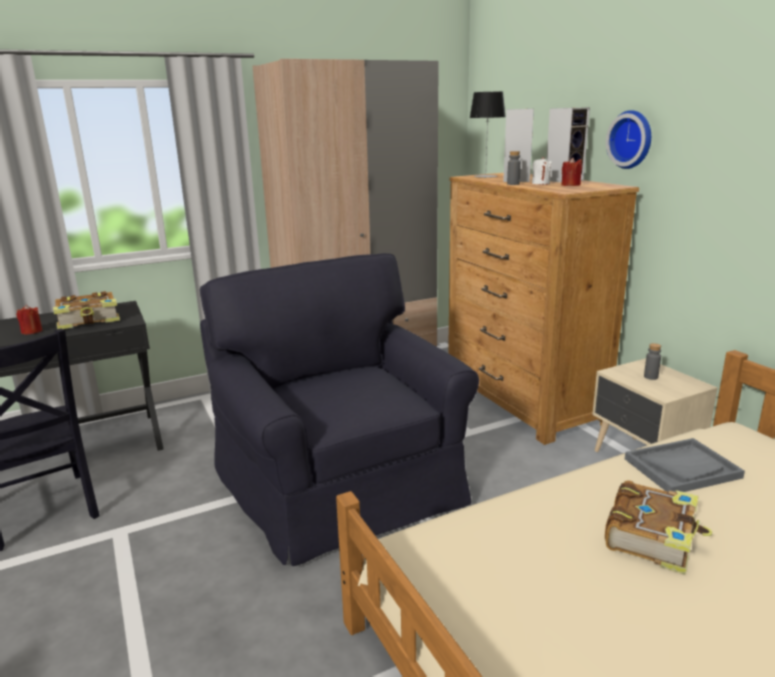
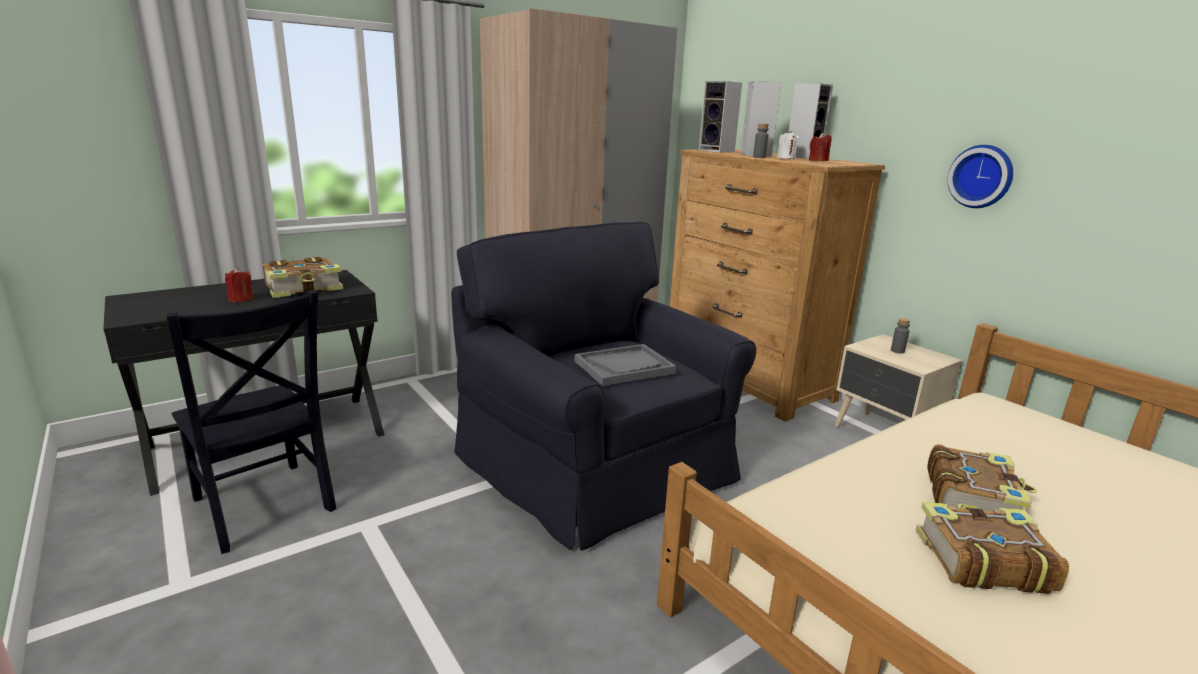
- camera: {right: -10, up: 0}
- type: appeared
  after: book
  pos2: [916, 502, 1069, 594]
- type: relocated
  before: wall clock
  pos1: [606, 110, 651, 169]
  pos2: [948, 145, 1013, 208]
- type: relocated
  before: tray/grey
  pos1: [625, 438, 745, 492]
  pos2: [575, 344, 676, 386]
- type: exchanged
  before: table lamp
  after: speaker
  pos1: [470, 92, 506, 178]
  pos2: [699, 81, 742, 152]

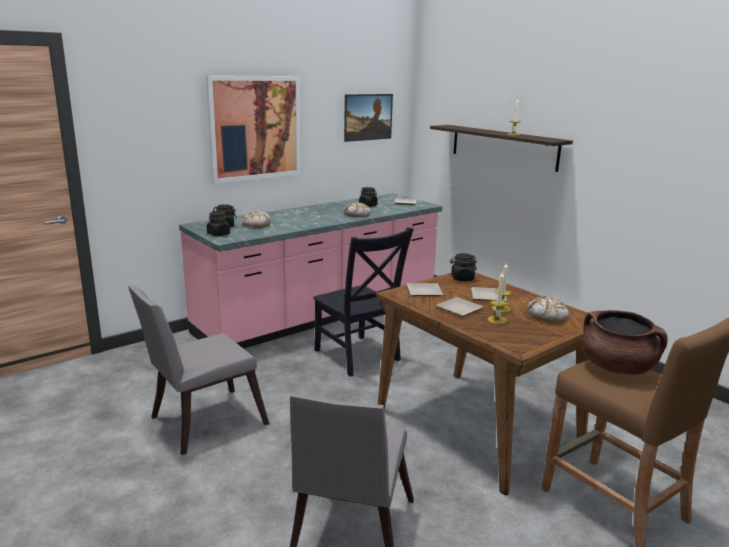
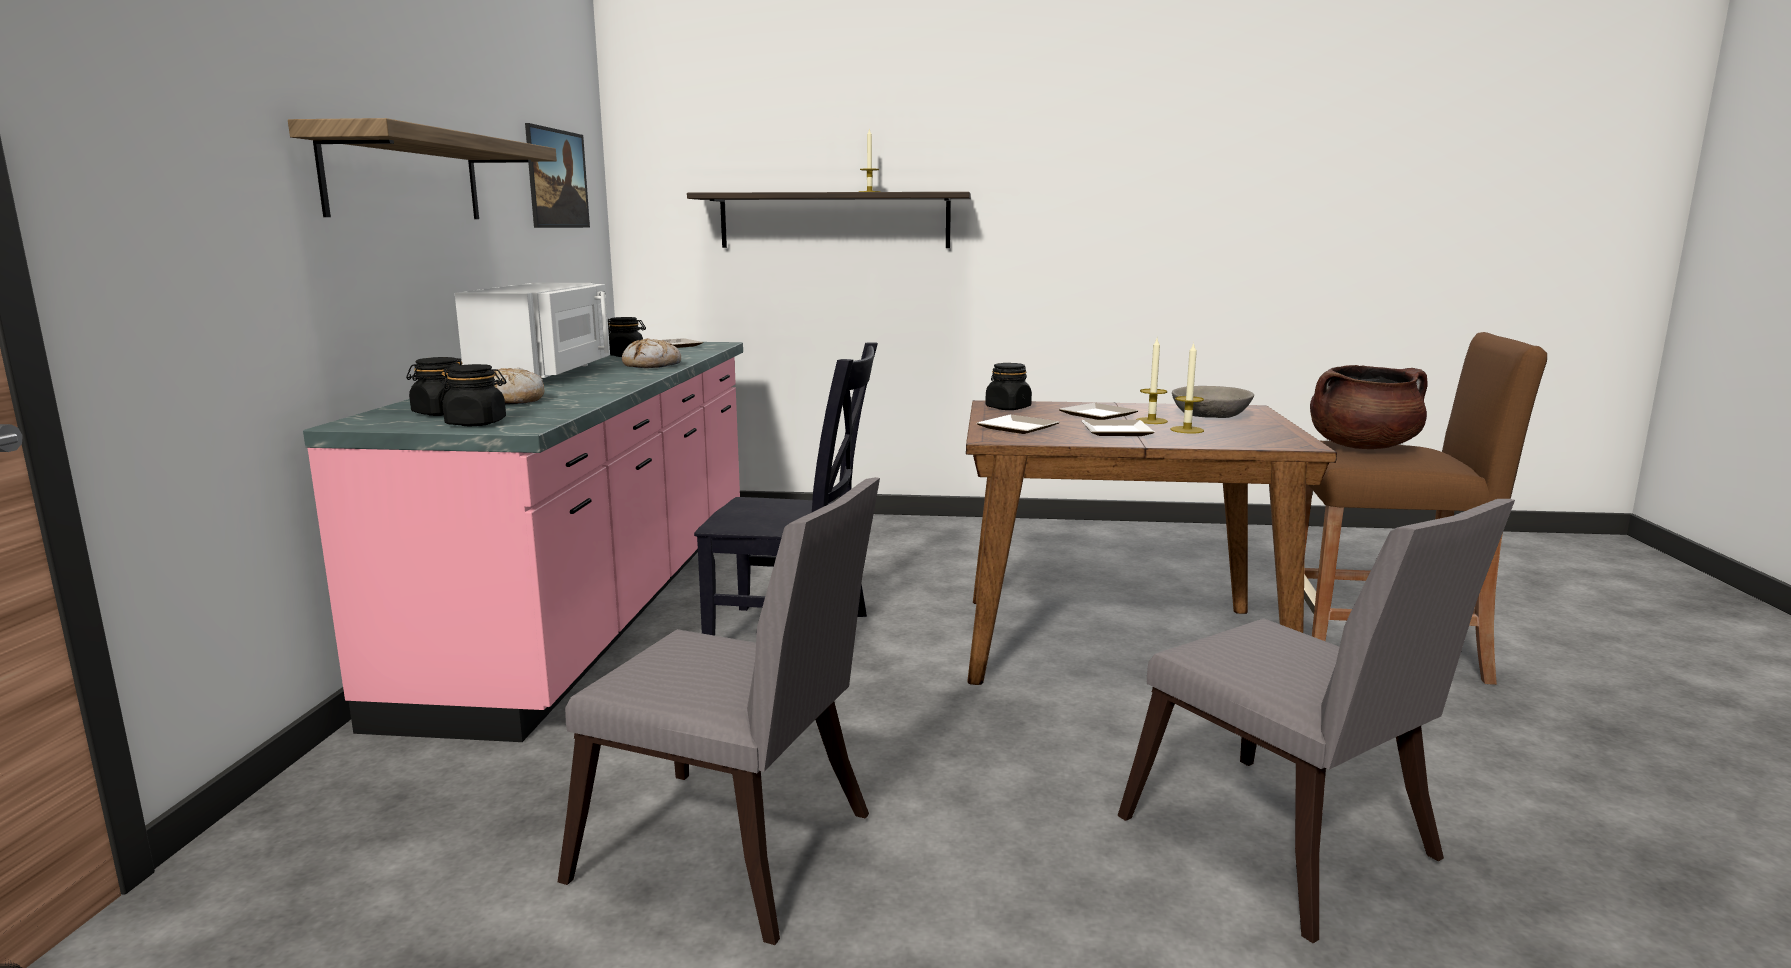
- camera: {right: -45, up: -5}
- type: appeared
  after: microwave/white
  pos2: [455, 283, 610, 378]
- type: exchanged
  before: picture
  after: shelf
  pos1: [206, 75, 301, 184]
  pos2: [288, 118, 557, 219]
- type: exchanged
  before: bread
  after: bowl/grey
  pos1: [527, 296, 569, 322]
  pos2: [1172, 386, 1254, 418]
- type: spun
  before: chair/grey
  pos1: [128, 285, 269, 455]
  pos2: [558, 477, 880, 945]
  turn: -75

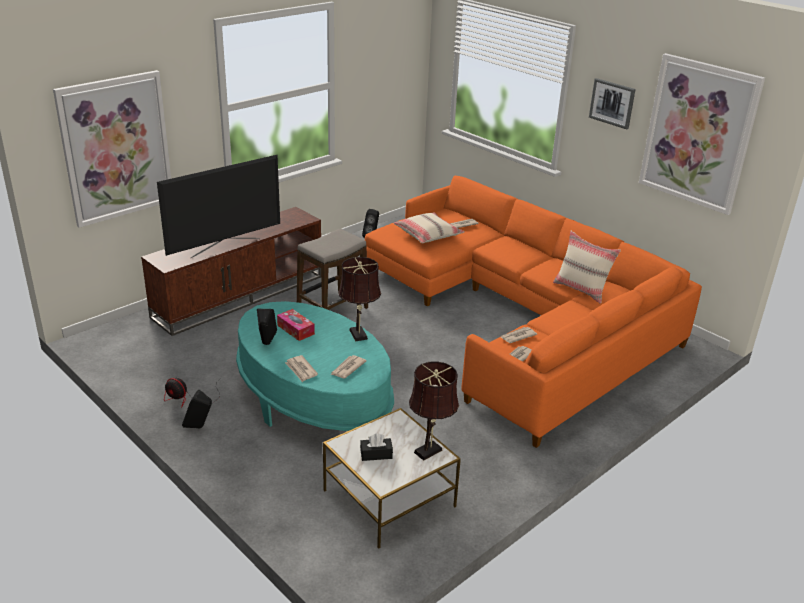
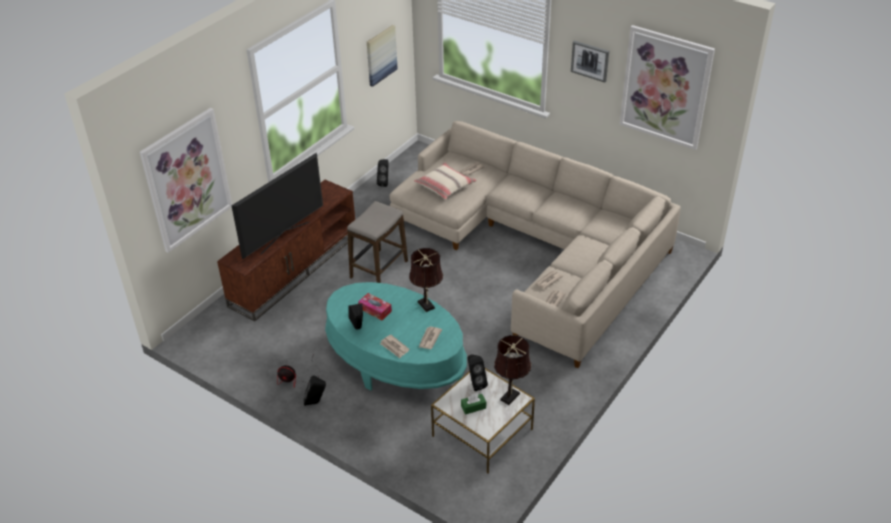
- camera: {right: -10, up: 10}
- type: missing
  before: pillow/beige
  pos1: [553, 231, 621, 304]
- type: appeared
  after: picture
  pos2: [367, 25, 398, 87]
- type: appeared
  after: speaker/black
  pos2: [468, 354, 488, 391]
- type: colour
  before: tissue box/black
  after: tissue box/green
  pos1: [360, 433, 393, 461]
  pos2: [461, 393, 486, 415]
- type: colour
  before: sofa/orange
  after: sofa/beige
  pos1: [365, 175, 702, 448]
  pos2: [389, 121, 681, 368]

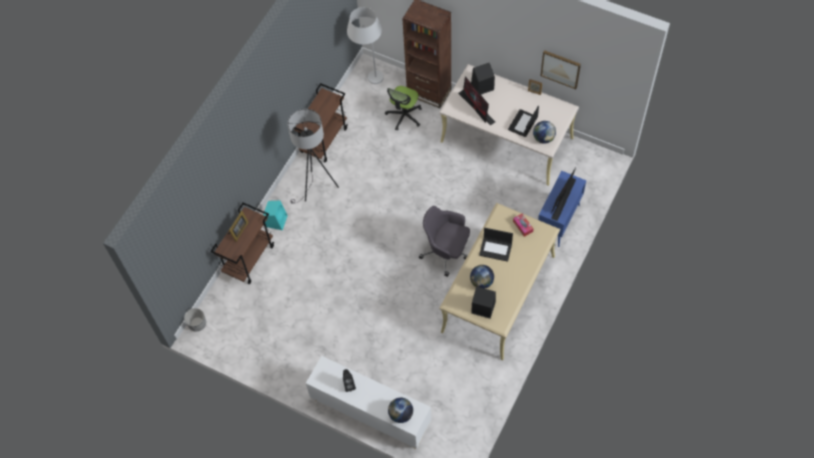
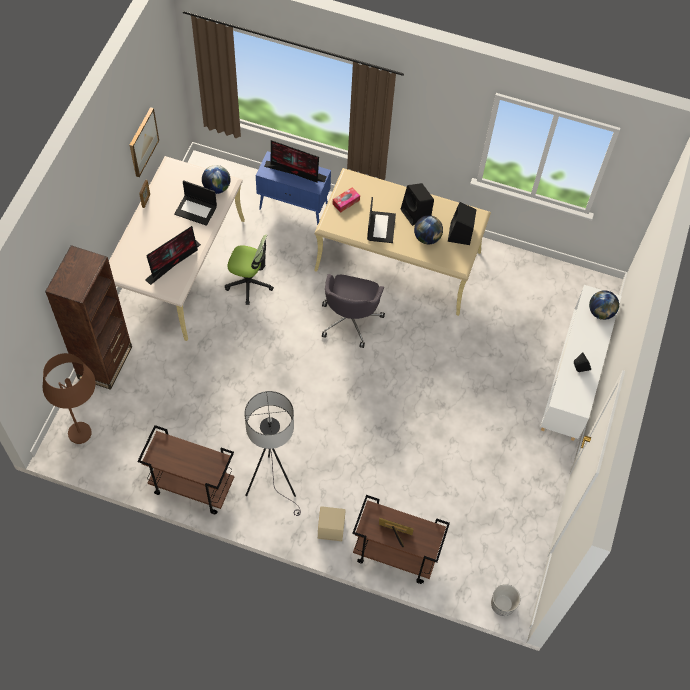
- camera: {right: -105, up: 0}
- type: relocated
  before: office chair
  pos1: [385, 86, 422, 131]
  pos2: [225, 234, 274, 305]
- type: relocated
  before: speaker/black
  pos1: [471, 63, 495, 94]
  pos2: [401, 183, 434, 226]
- type: colour
  before: speaker/turquoise
  after: speaker/beige
  pos1: [263, 201, 288, 230]
  pos2: [318, 506, 346, 541]
- type: colour
  before: floor lamp/white
  after: floor lamp/brown
  pos1: [347, 7, 384, 84]
  pos2: [43, 353, 96, 444]

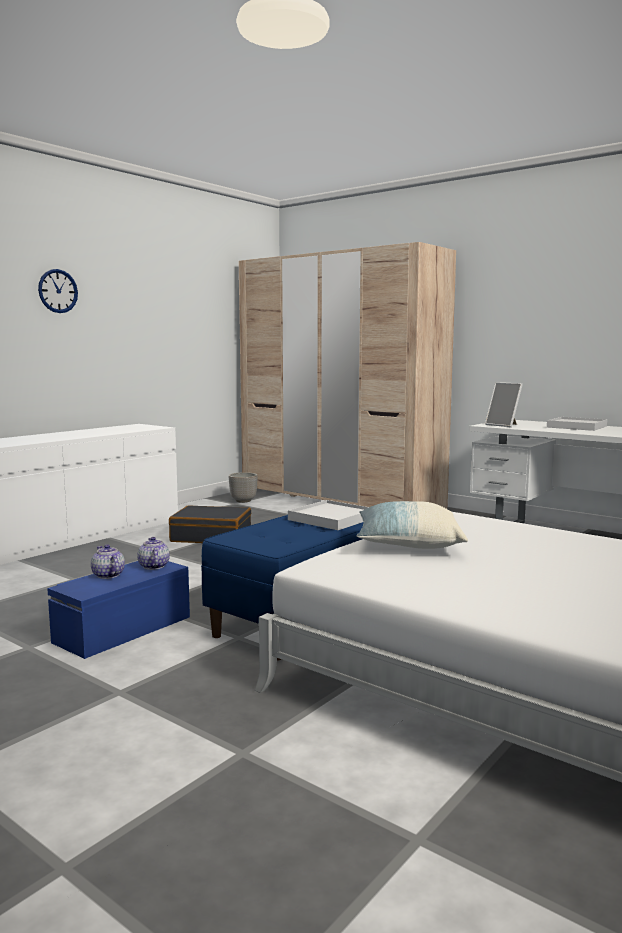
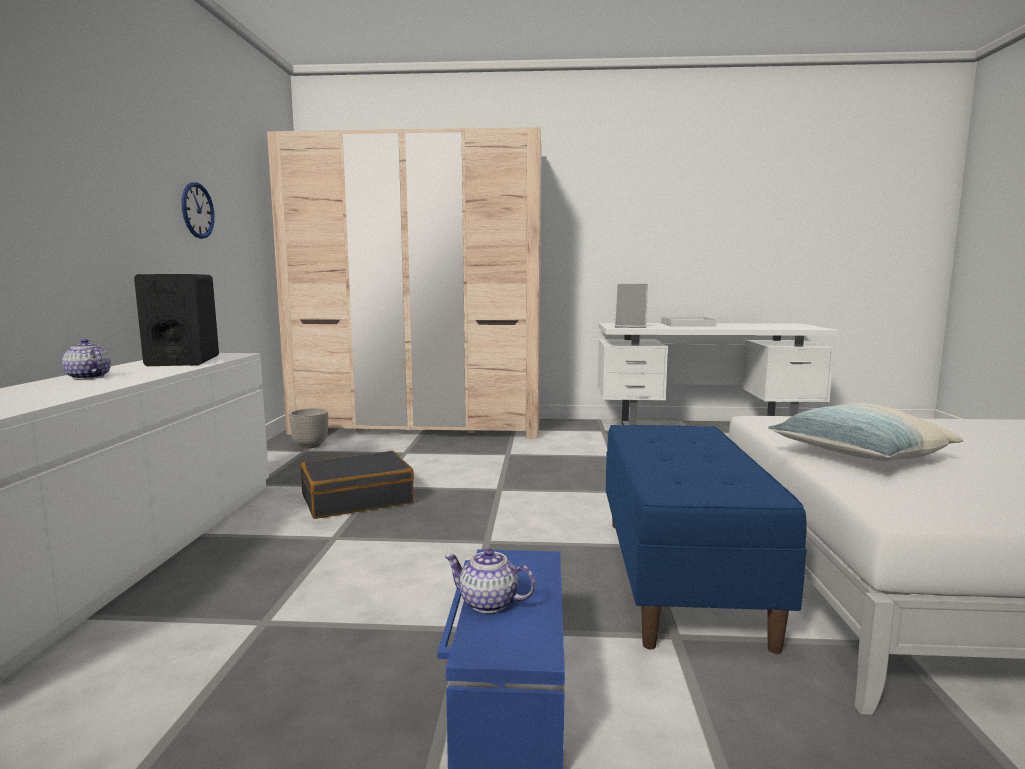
- camera: {right: -35, up: 0}
- type: missing
  before: tray/white
  pos1: [288, 500, 369, 530]
- type: appeared
  after: speaker/black
  pos2: [134, 274, 219, 366]
- type: relocated
  before: wall clock
  pos1: [38, 269, 78, 313]
  pos2: [182, 182, 214, 239]
- type: relocated
  before: teapot
  pos1: [137, 537, 170, 570]
  pos2: [62, 339, 111, 379]

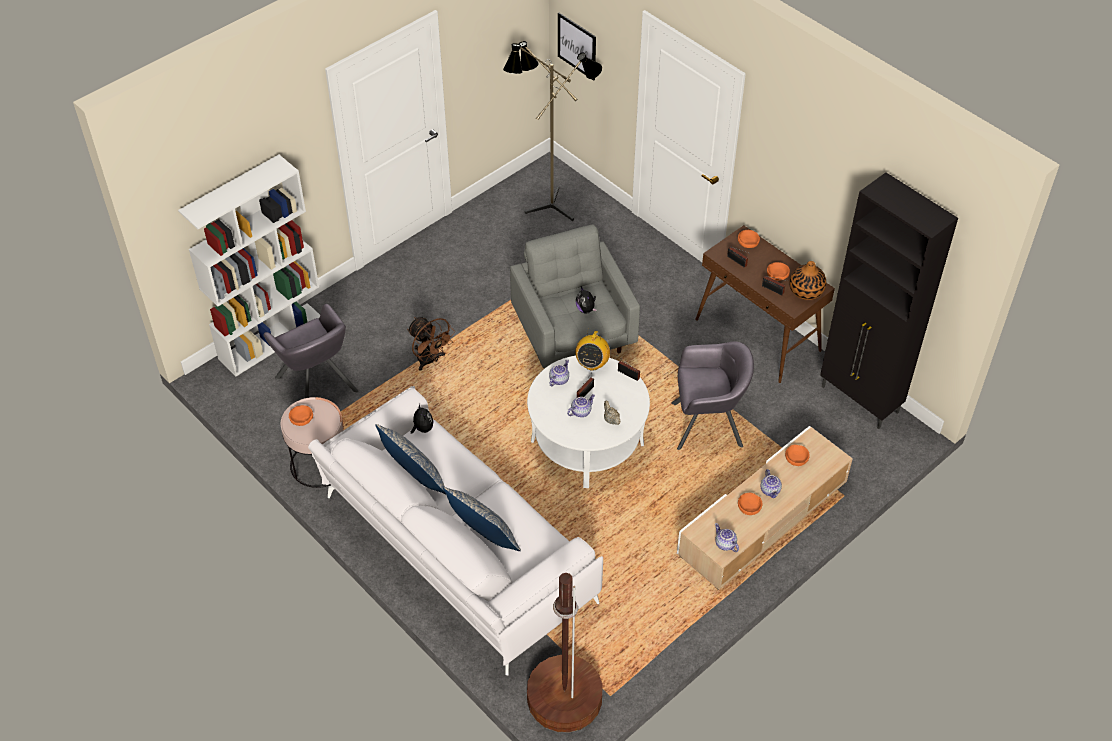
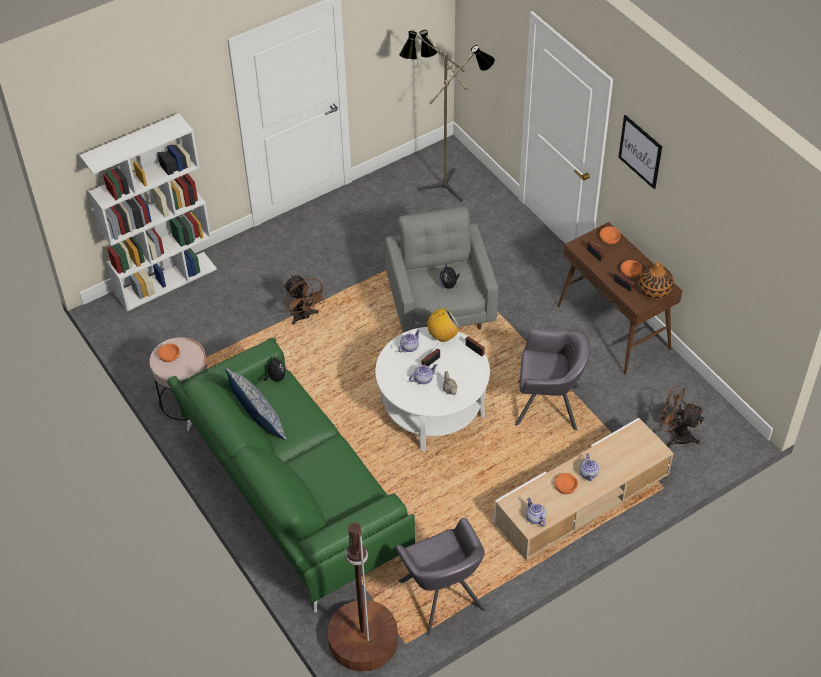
- camera: {right: 10, up: 0}
- type: missing
  before: pillow
  pos1: [443, 487, 521, 551]
- type: missing
  before: bowl/orange
  pos1: [785, 445, 810, 466]
- type: missing
  before: cabinet/black
  pos1: [820, 173, 958, 429]
- type: appeared
  after: fan/brown
  pos2: [659, 386, 704, 447]
- type: relocated
  before: armchair/grey
  pos1: [263, 304, 359, 398]
  pos2: [396, 518, 486, 636]
- type: relocated
  before: picture
  pos1: [558, 13, 596, 81]
  pos2: [618, 115, 662, 189]
- type: colour
  before: sofa/white
  after: sofa/green
  pos1: [308, 386, 603, 675]
  pos2: [167, 338, 415, 612]
- type: spun
  before: radio
  pos1: [575, 331, 610, 371]
  pos2: [427, 309, 460, 342]
  turn: -135

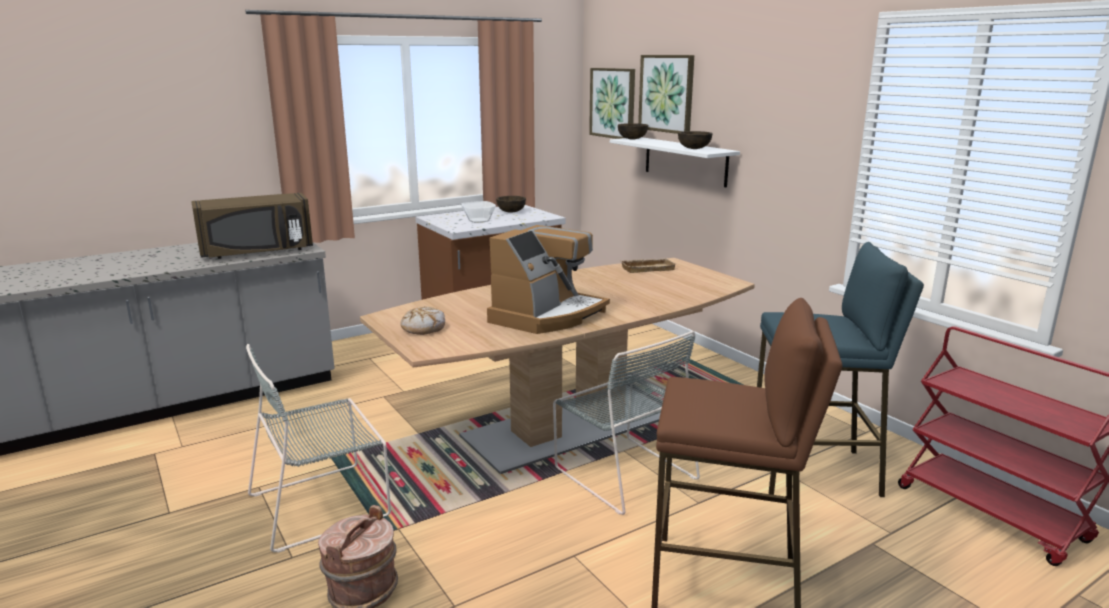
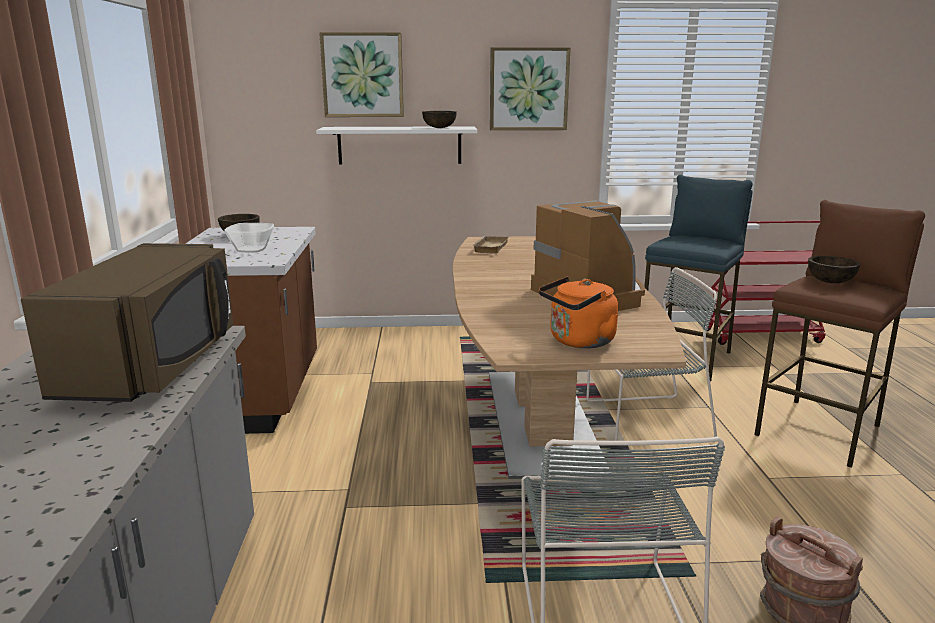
- camera: {right: -60, up: 0}
- type: relocated
  before: picture
  pos1: [589, 68, 635, 139]
  pos2: [490, 47, 570, 130]
- type: relocated
  before: bowl/brown
  pos1: [618, 123, 648, 140]
  pos2: [808, 256, 861, 283]
- type: exchanged
  before: bread
  after: kettle/orange
  pos1: [400, 307, 445, 335]
  pos2: [539, 276, 618, 348]

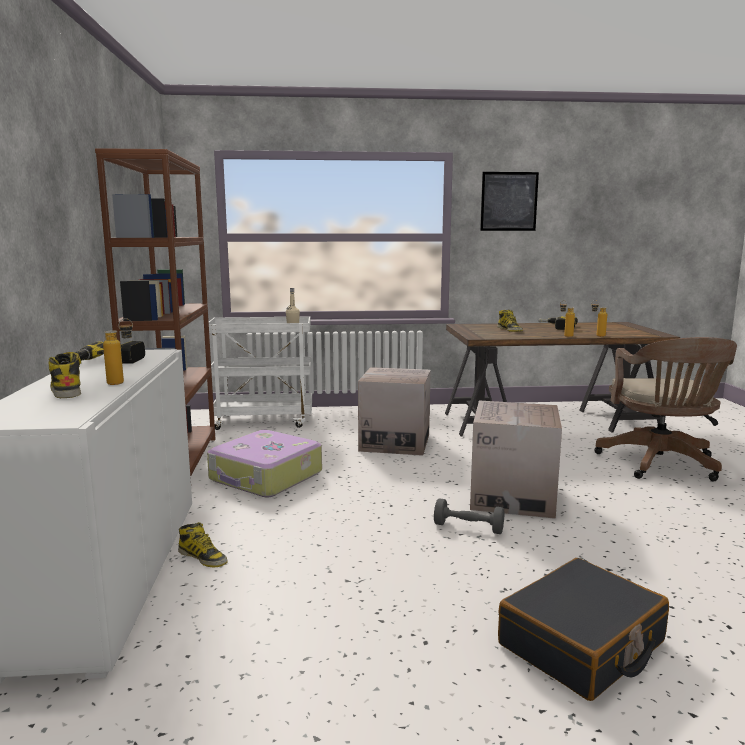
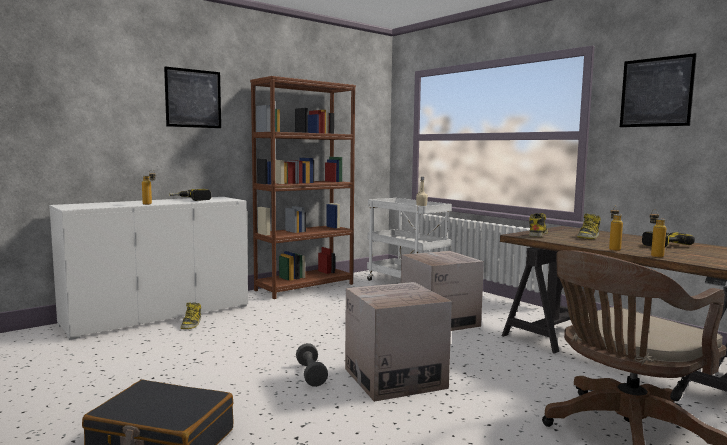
- camera: {right: 55, up: -5}
- type: missing
  before: suitcase
  pos1: [207, 430, 322, 497]
- type: appeared
  after: picture
  pos2: [164, 67, 221, 128]
- type: relocated
  before: boot
  pos1: [48, 352, 81, 398]
  pos2: [529, 213, 548, 237]

